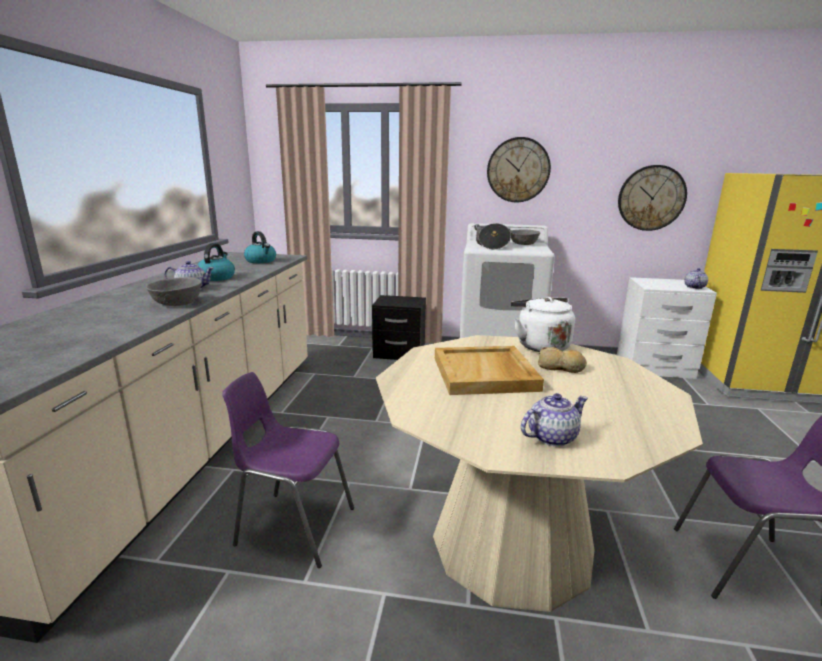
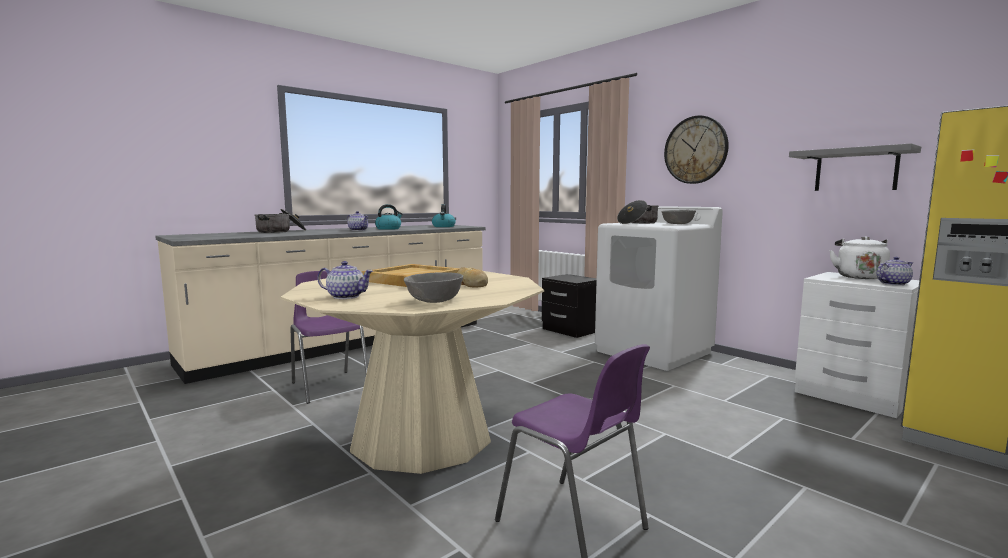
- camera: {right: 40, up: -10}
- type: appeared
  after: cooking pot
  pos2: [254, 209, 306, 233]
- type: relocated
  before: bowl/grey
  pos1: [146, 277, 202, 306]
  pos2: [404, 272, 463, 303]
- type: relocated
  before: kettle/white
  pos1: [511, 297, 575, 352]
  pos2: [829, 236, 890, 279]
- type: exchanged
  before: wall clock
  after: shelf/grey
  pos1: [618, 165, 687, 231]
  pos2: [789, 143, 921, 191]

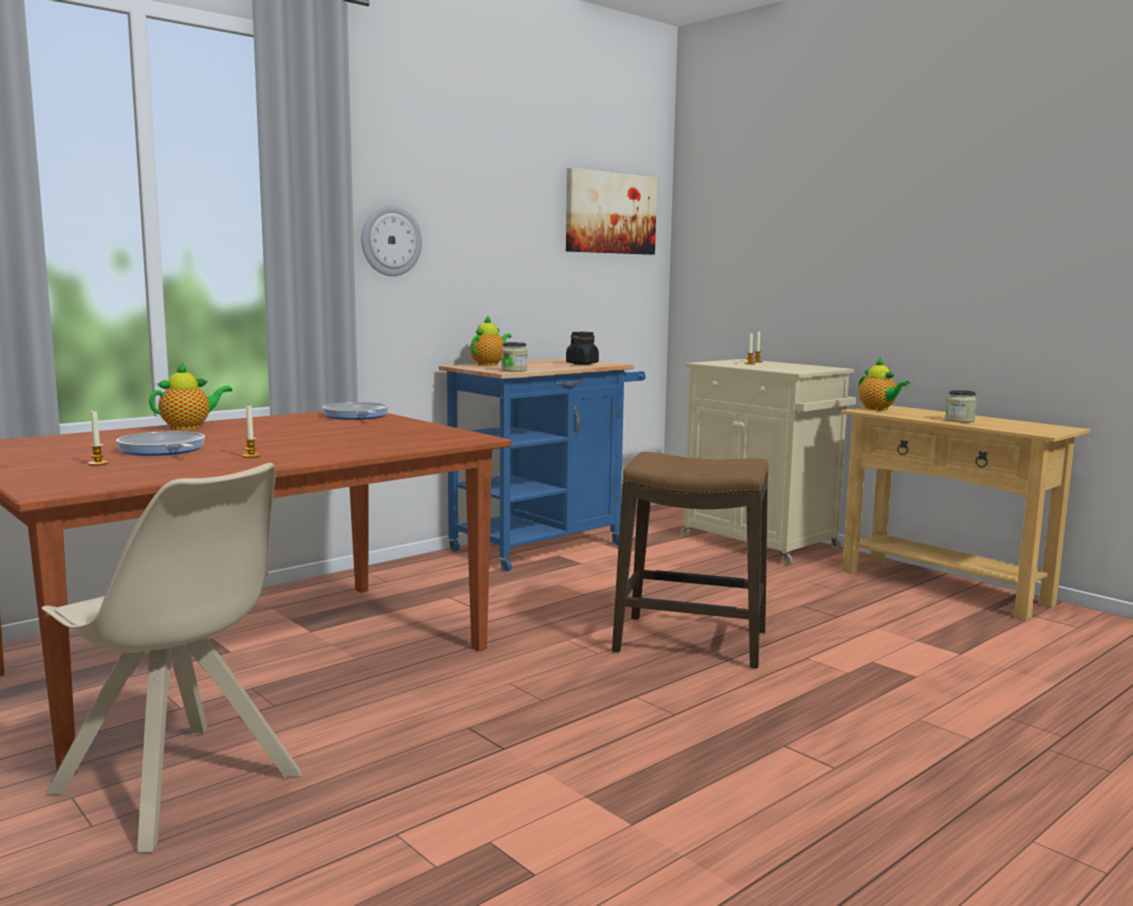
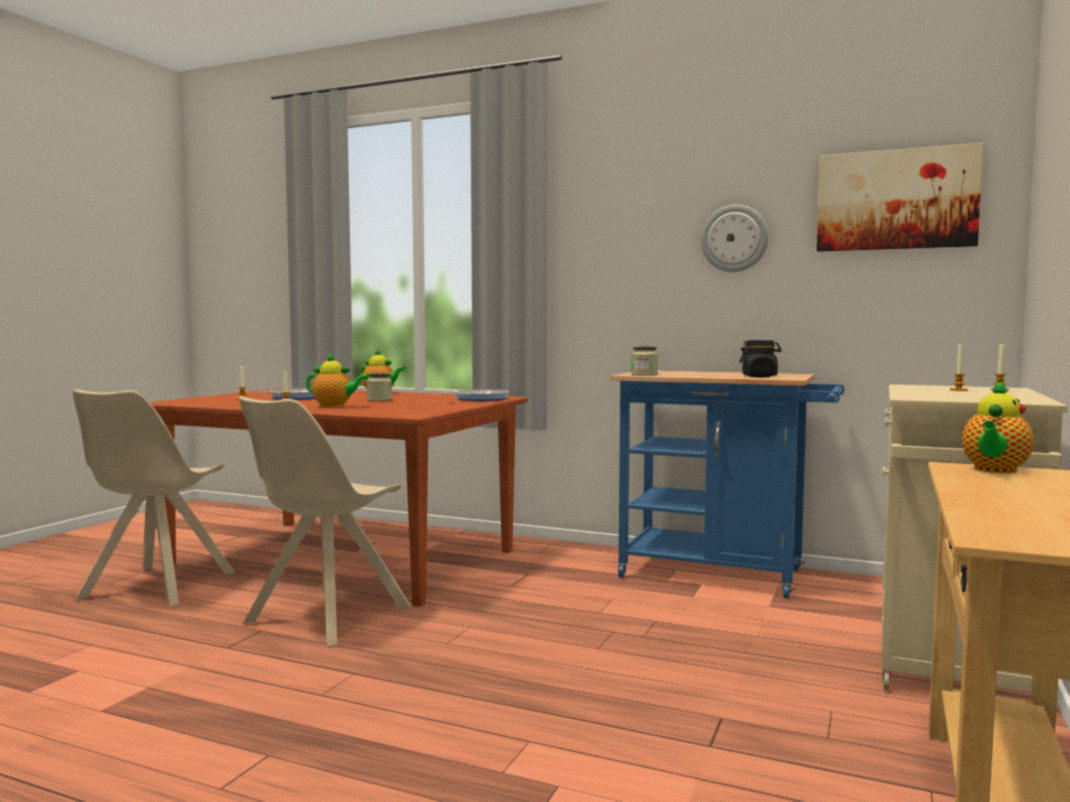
- camera: {right: 65, up: -5}
- type: missing
  before: stool
  pos1: [612, 452, 769, 669]
- type: appeared
  after: chair/beige
  pos2: [239, 396, 411, 646]
- type: relocated
  before: wall clock
  pos1: [361, 205, 422, 276]
  pos2: [701, 204, 769, 272]
- type: relocated
  before: teapot
  pos1: [470, 315, 512, 366]
  pos2: [306, 353, 370, 407]
- type: relocated
  before: jar
  pos1: [945, 390, 977, 423]
  pos2: [367, 373, 392, 401]

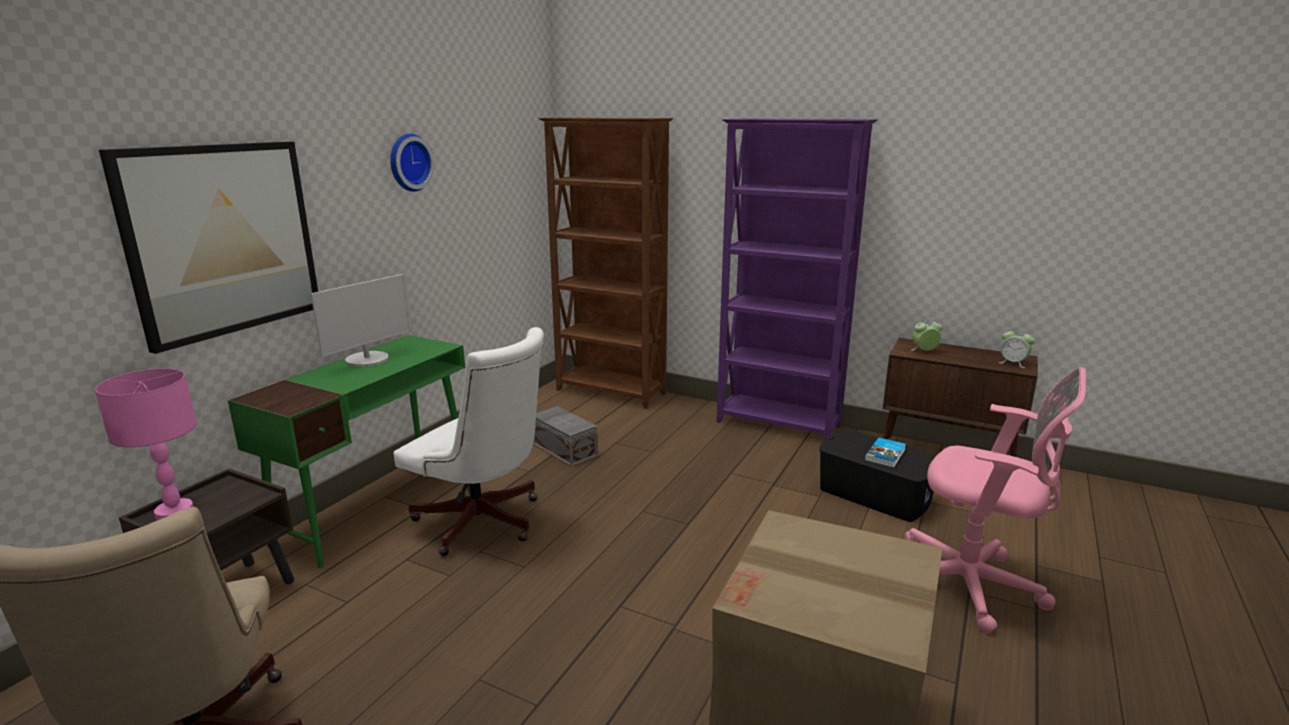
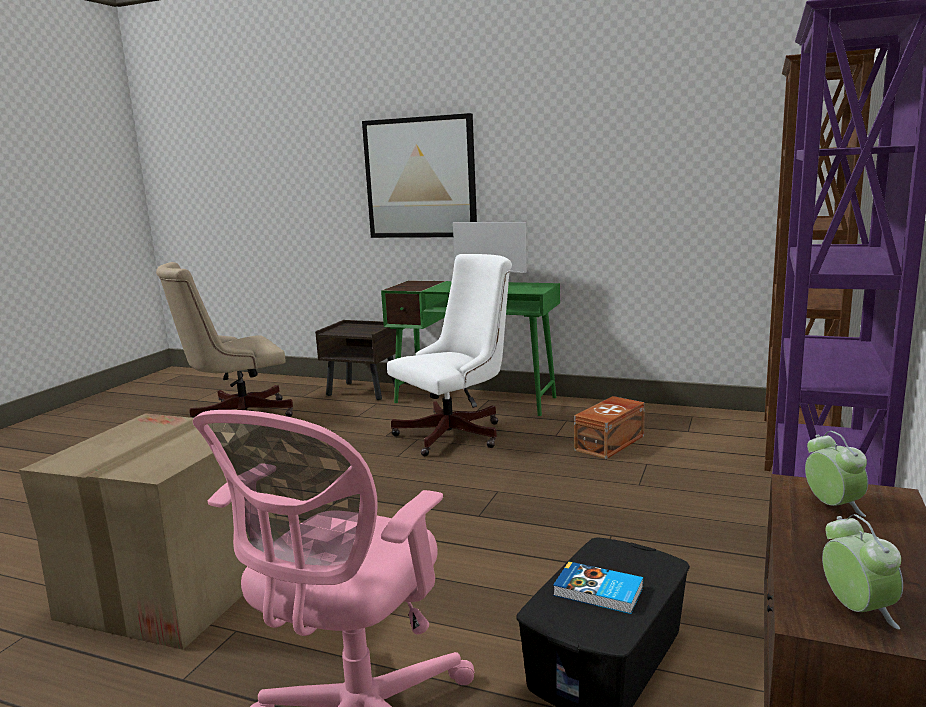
- camera: {right: 85, up: -5}
- type: missing
  before: table lamp/pink
  pos1: [95, 368, 197, 520]
- type: missing
  before: wall clock
  pos1: [390, 134, 435, 192]
- type: colour
  before: storage box/grey
  after: storage box/brown
  pos1: [533, 406, 598, 467]
  pos2: [574, 396, 645, 459]
- type: spun
  before: office chair/white
  pos1: [393, 327, 544, 556]
  pos2: [387, 254, 512, 456]
  turn: -150
- type: spun
  before: alarm clock
  pos1: [998, 328, 1035, 368]
  pos2: [822, 514, 903, 629]
  turn: 135

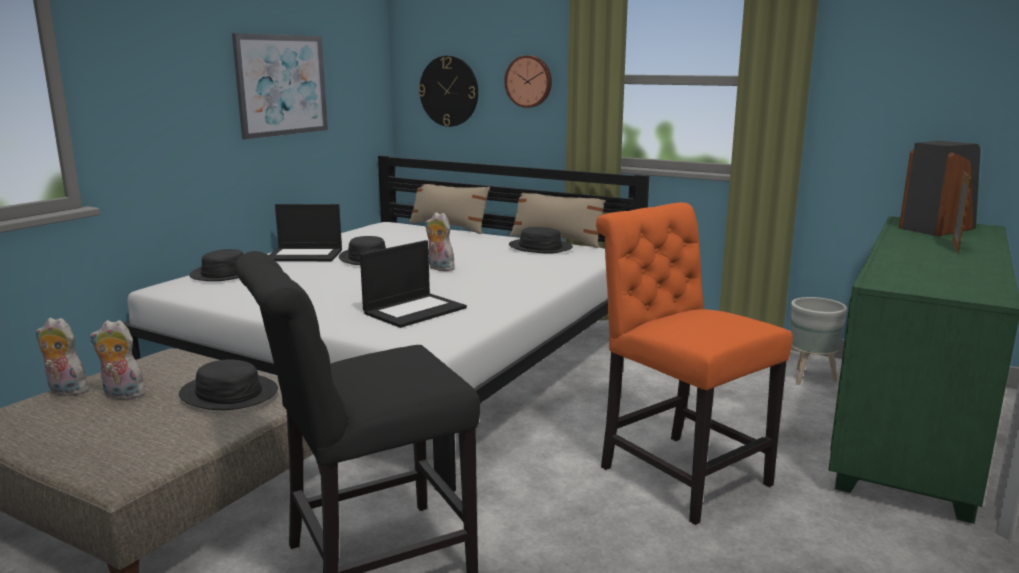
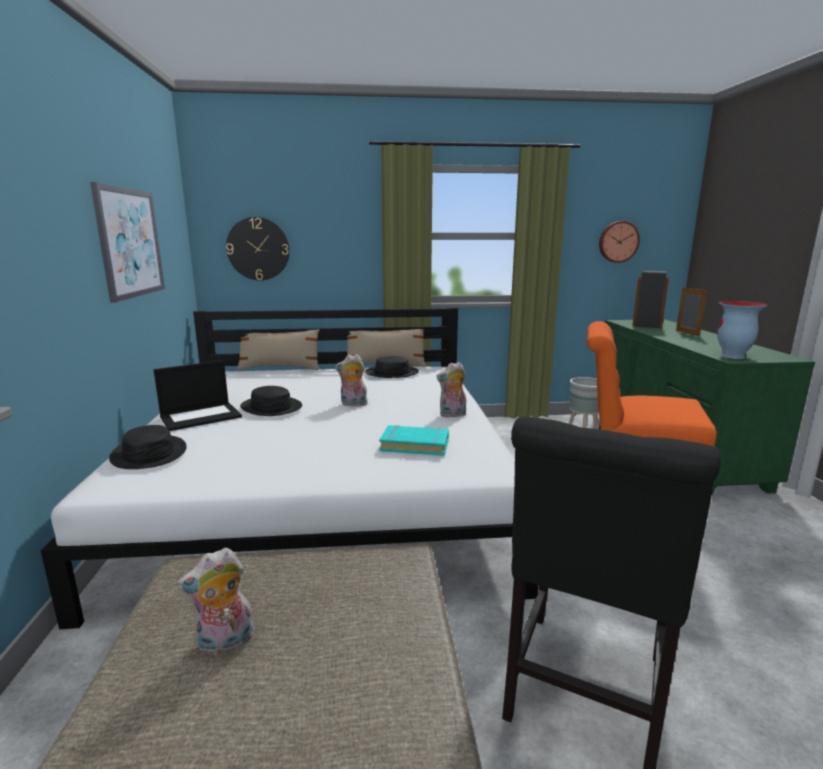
- camera: {right: -35, up: 0}
- type: missing
  before: hat/black
  pos1: [179, 359, 278, 410]
- type: appeared
  after: vase
  pos2: [717, 301, 767, 359]
- type: relocated
  before: plush toy
  pos1: [36, 318, 90, 396]
  pos2: [436, 362, 466, 418]
- type: relocated
  before: wall clock
  pos1: [504, 55, 552, 108]
  pos2: [599, 221, 640, 263]
- type: exchanged
  before: laptop
  after: book/turquoise
  pos1: [360, 240, 467, 328]
  pos2: [379, 425, 449, 456]

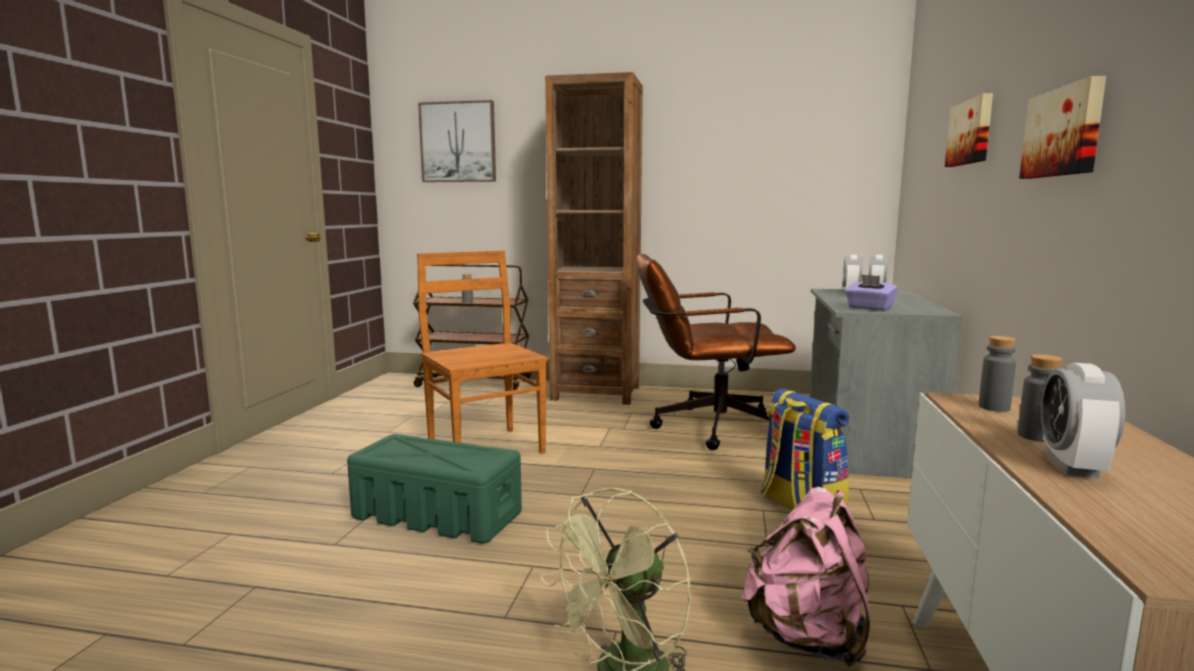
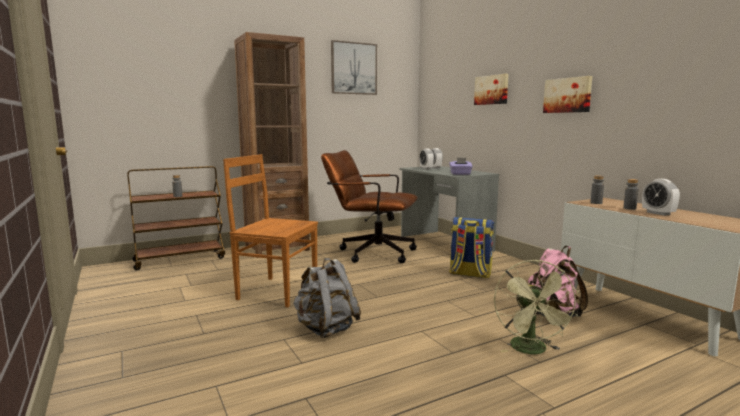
- camera: {right: -40, up: 0}
- type: relocated
  before: picture
  pos1: [418, 100, 496, 182]
  pos2: [331, 40, 377, 95]
- type: exchanged
  before: storage box/green
  after: backpack/grey
  pos1: [347, 434, 522, 543]
  pos2: [294, 258, 361, 338]
- type: spun
  before: office chair/brown
  pos1: [636, 254, 796, 450]
  pos2: [321, 150, 418, 263]
  turn: 60

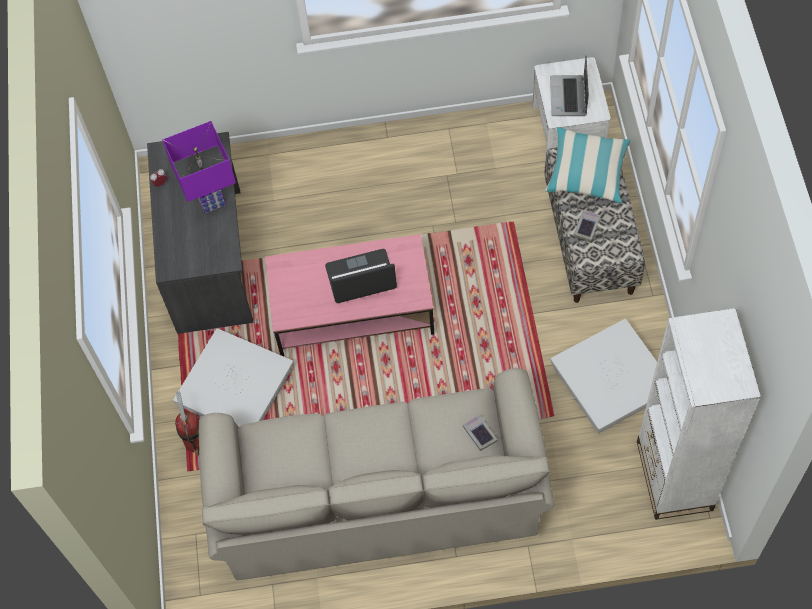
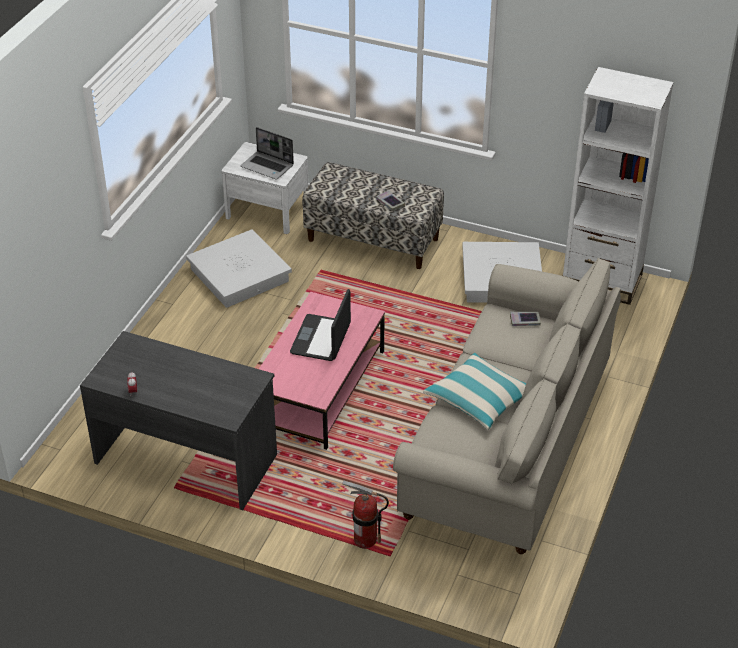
- camera: {right: -65, up: -20}
- type: missing
  before: table lamp/purple
  pos1: [162, 121, 236, 213]
- type: relocated
  before: storage box/white
  pos1: [173, 328, 294, 427]
  pos2: [186, 229, 292, 308]
- type: relocated
  before: pillow
  pos1: [545, 127, 630, 203]
  pos2: [423, 353, 526, 430]

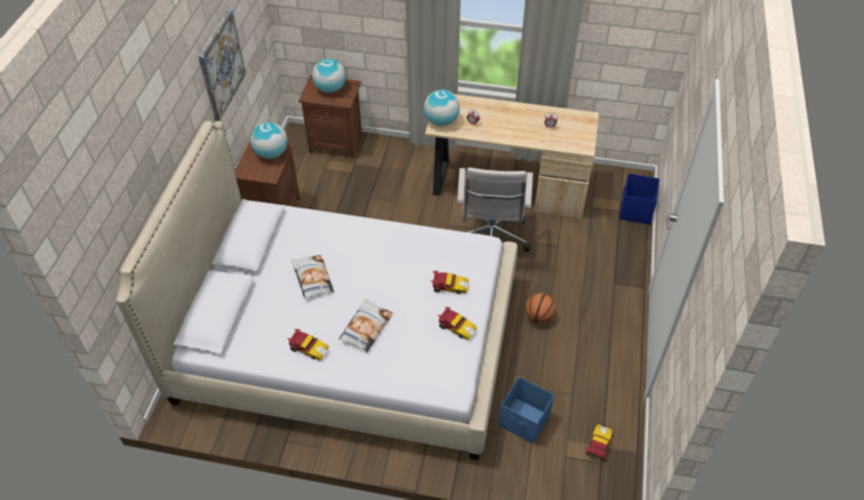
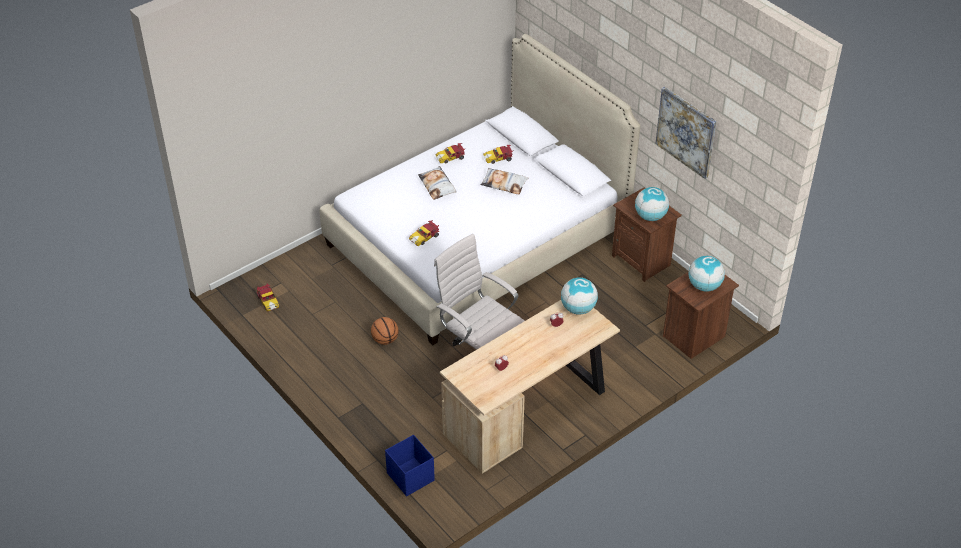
- camera: {right: 130, up: -5}
- type: missing
  before: storage box/blue
  pos1: [499, 377, 554, 444]
- type: relocated
  before: toy car
  pos1: [438, 307, 477, 340]
  pos2: [483, 145, 514, 164]

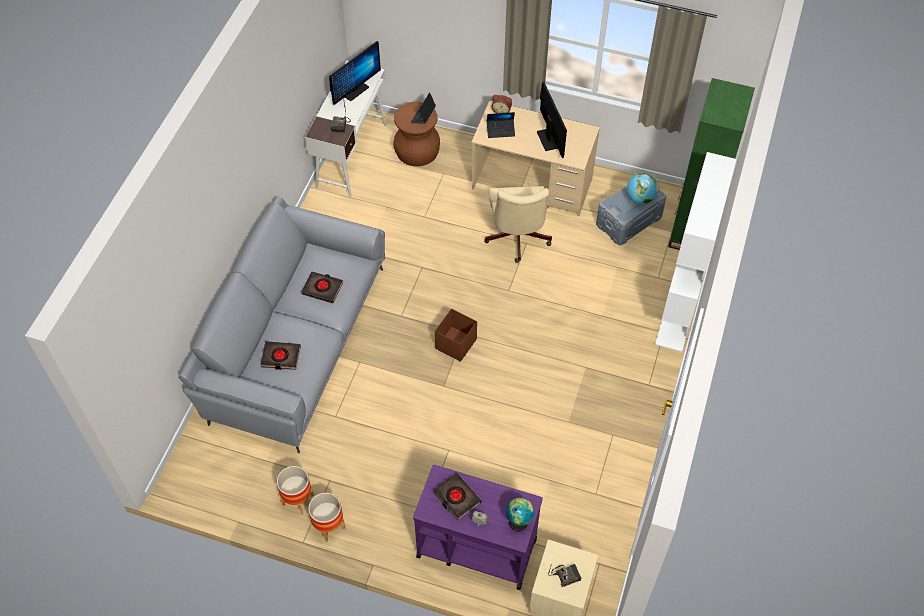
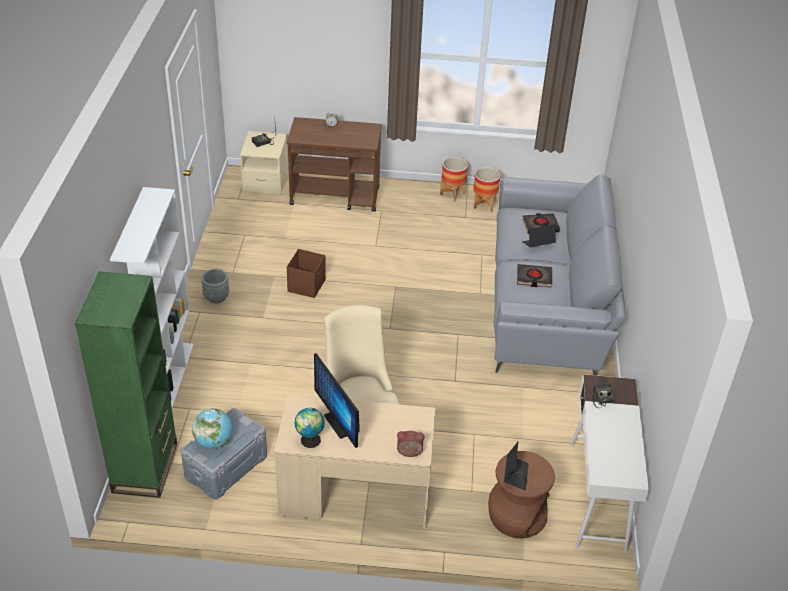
- camera: {right: 165, up: -15}
- type: missing
  before: monitor
  pos1: [329, 41, 381, 105]
- type: missing
  before: book/black
  pos1: [433, 472, 481, 520]
- type: appeared
  after: planter/grey
  pos2: [201, 269, 229, 304]
- type: relocated
  before: storage box/brown
  pos1: [435, 309, 477, 362]
  pos2: [287, 249, 326, 298]
- type: relocated
  before: laptop
  pos1: [487, 112, 515, 138]
  pos2: [522, 224, 556, 247]
- type: relocated
  before: globe
  pos1: [506, 497, 534, 532]
  pos2: [295, 408, 325, 448]
- type: colour
  before: cart/purple
  after: cart/brown
  pos1: [413, 465, 543, 590]
  pos2: [287, 117, 382, 211]

